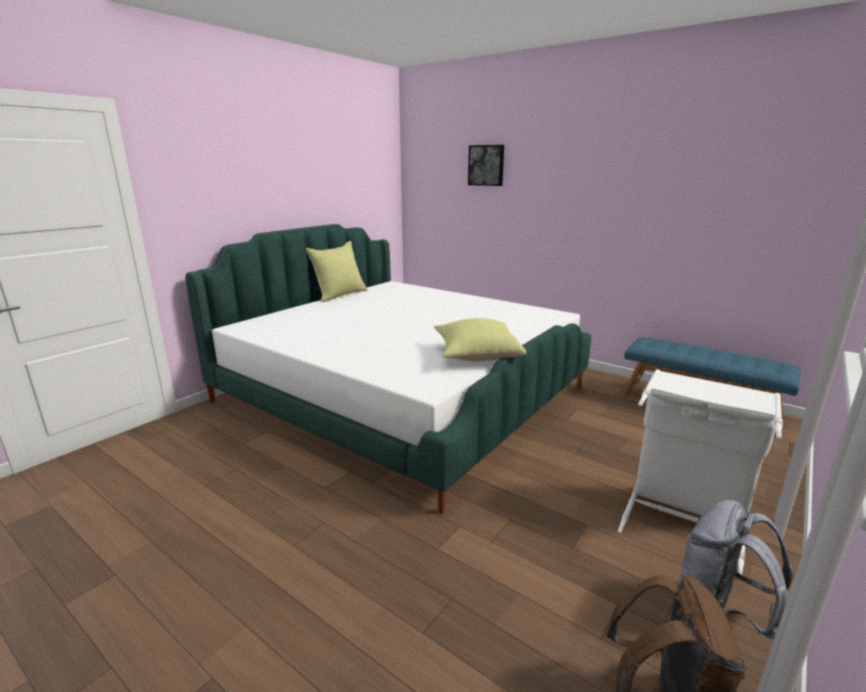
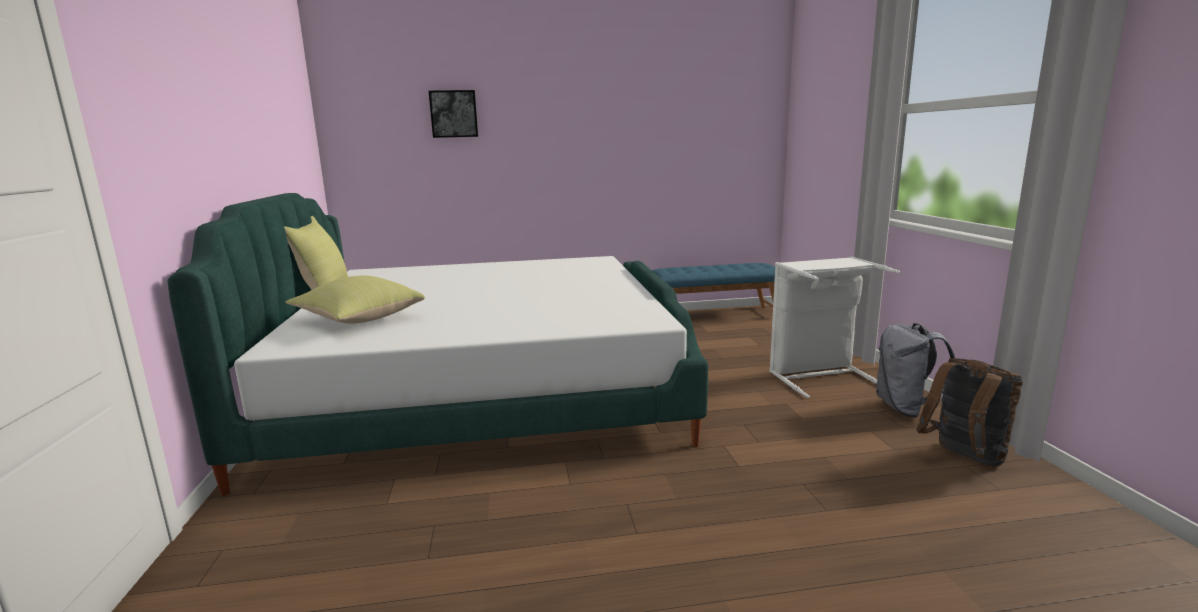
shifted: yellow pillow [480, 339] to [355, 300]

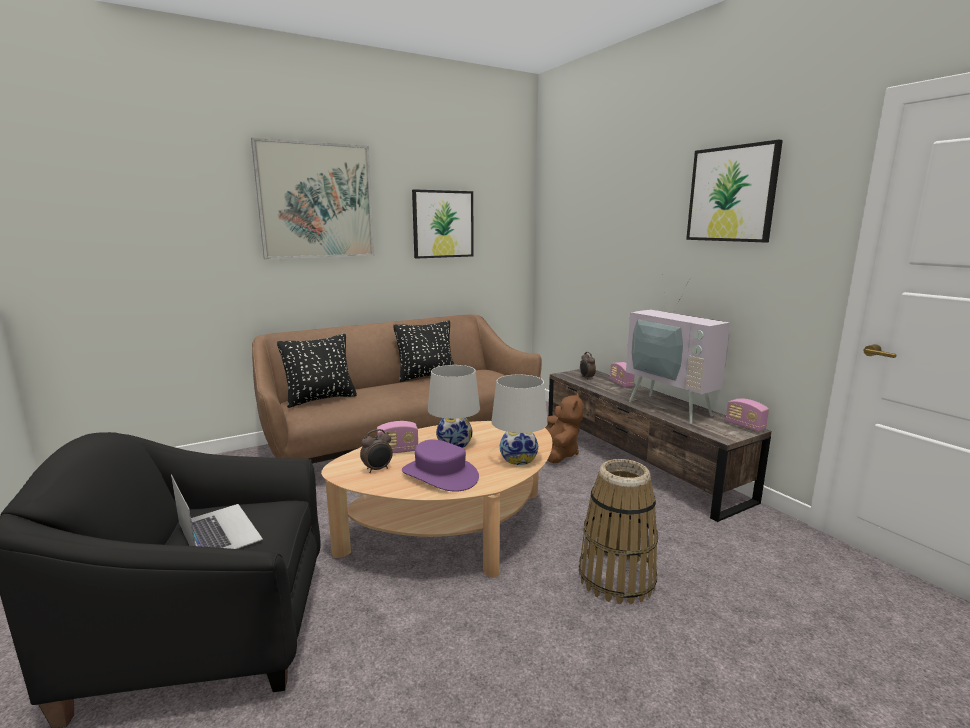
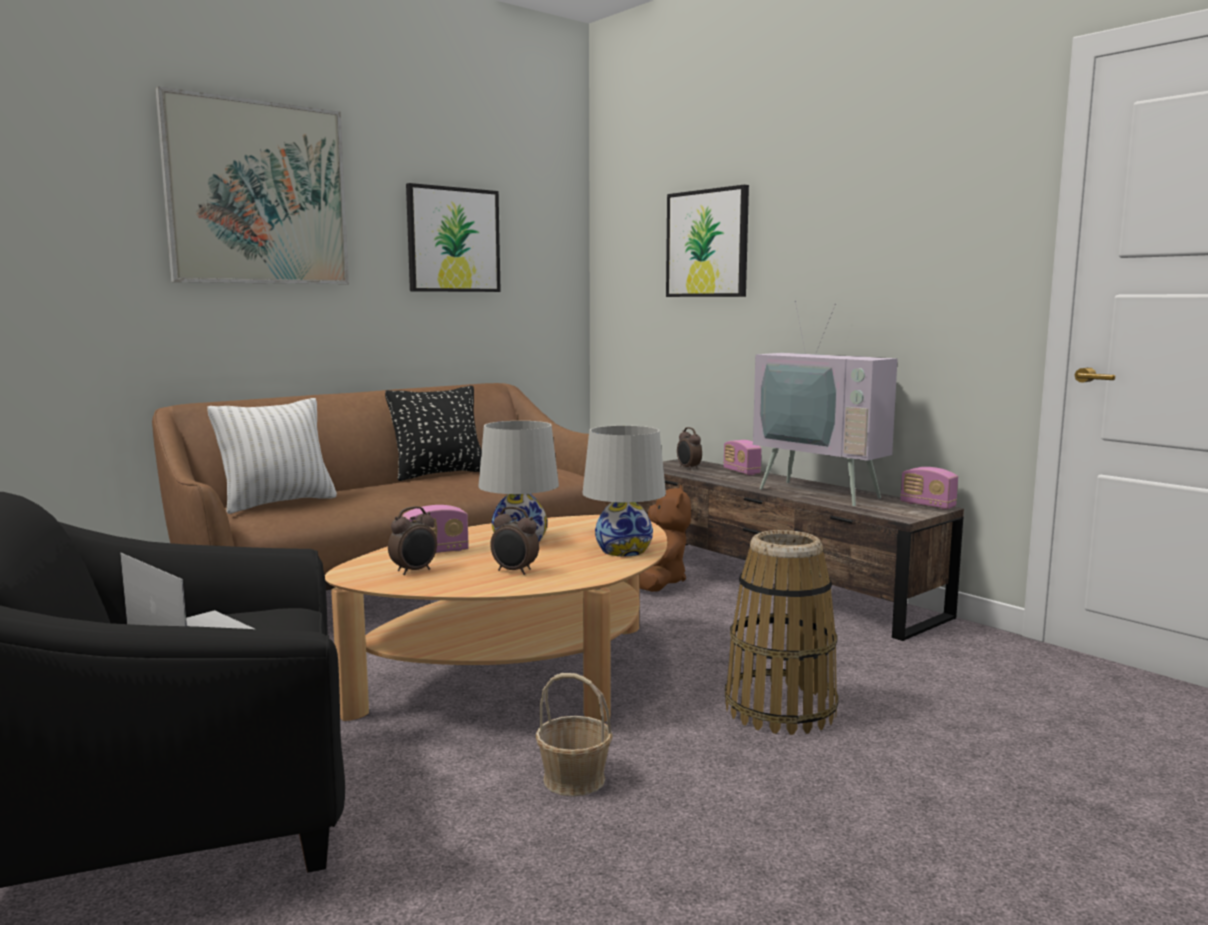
new: basket [574, 734]
shifted: picture [734, 191] to [707, 241]
swapped: purple hat [440, 465] to alarm clock [514, 541]
repainted: black pillow [317, 371] to white pillow [272, 456]

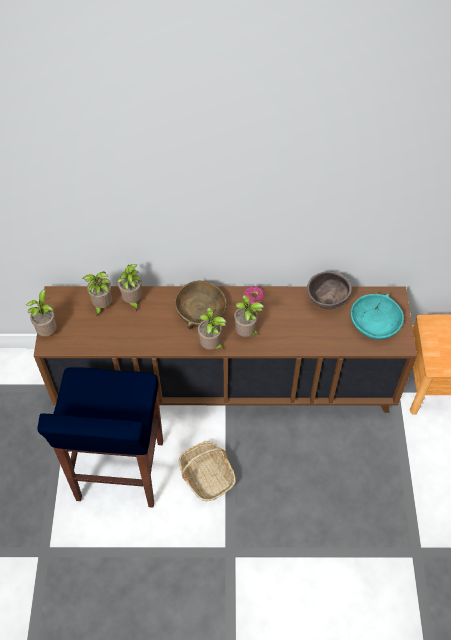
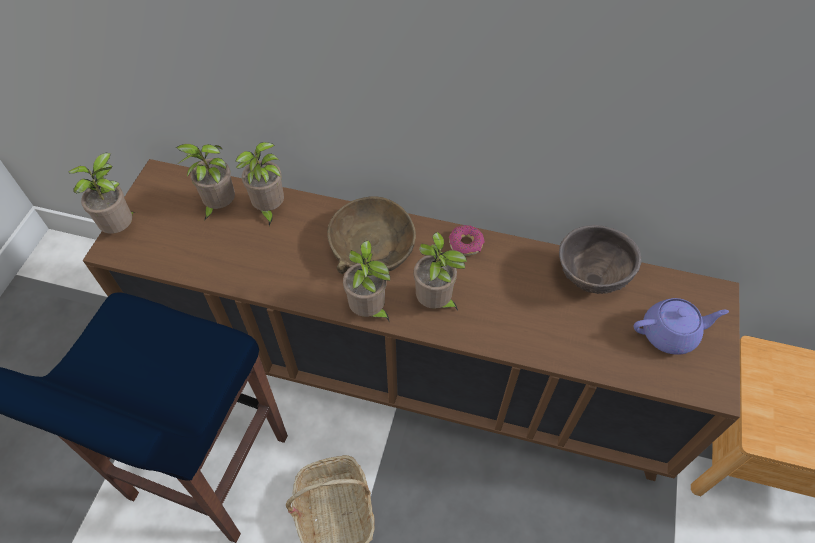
swapped: turquoise bowl [377, 317] to purple teapot [681, 326]

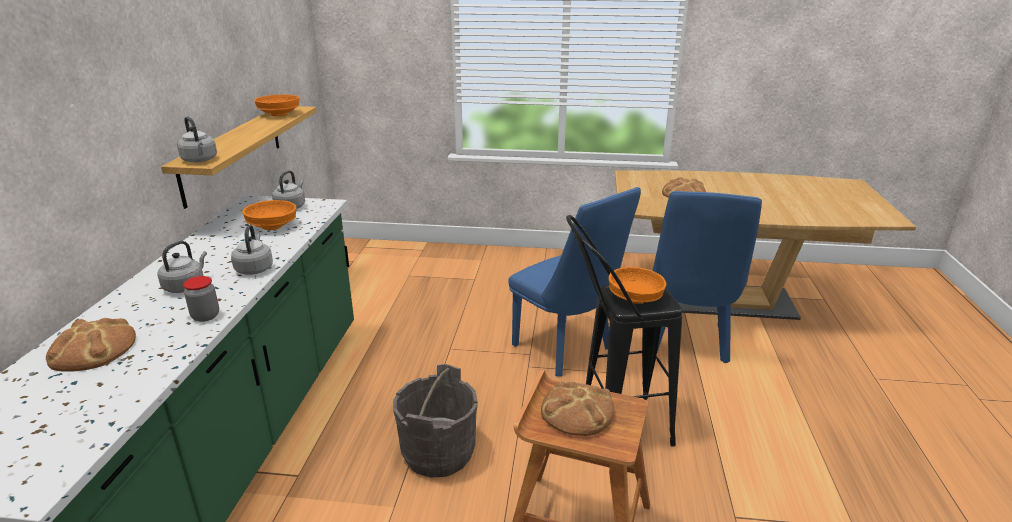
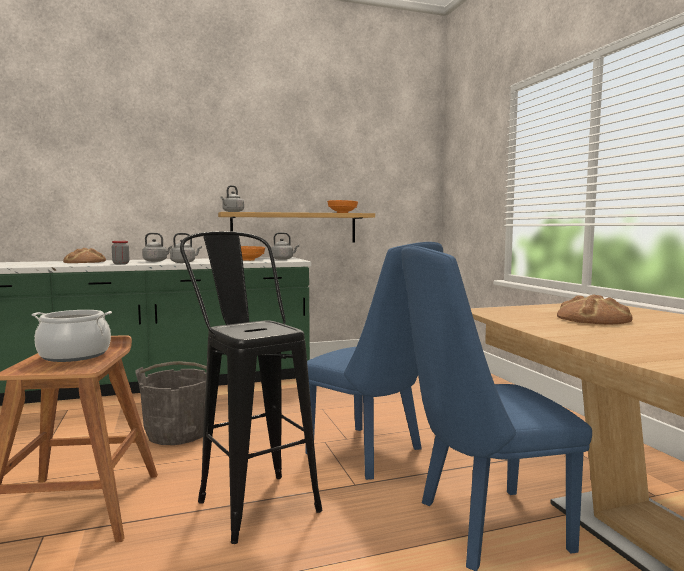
gone: orange bowl [638, 285]
swapped: bread [577, 408] to cooking pot [72, 336]
rotated: blue chair [575, 281] = [374, 361] 75 degrees counterclockwise

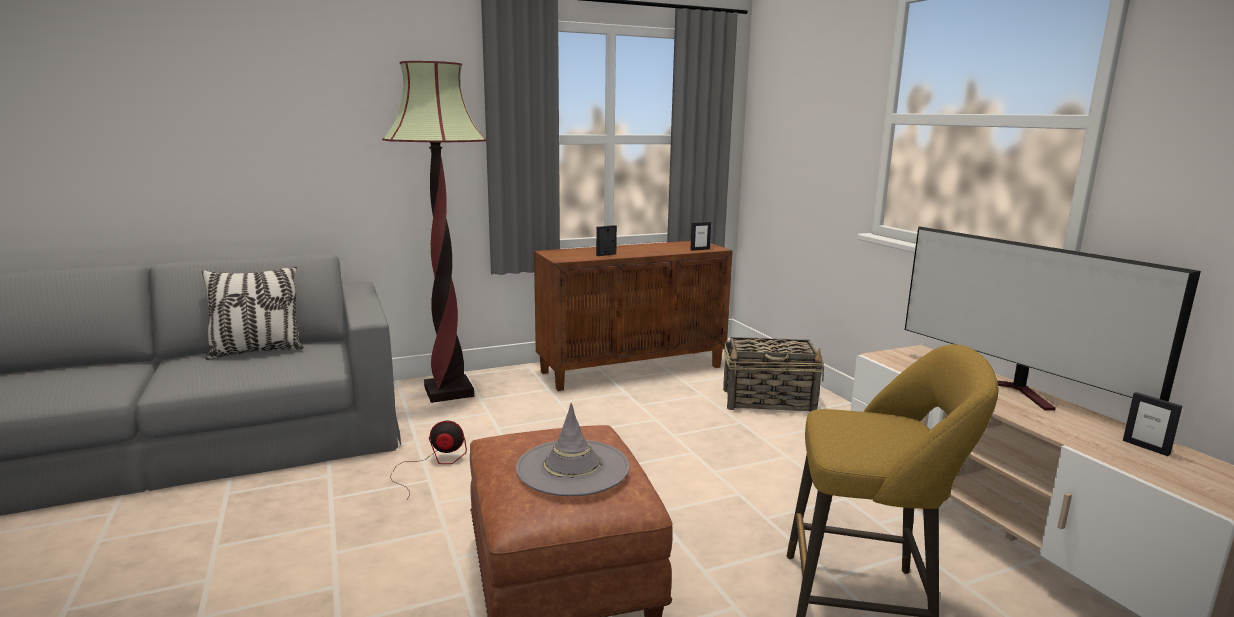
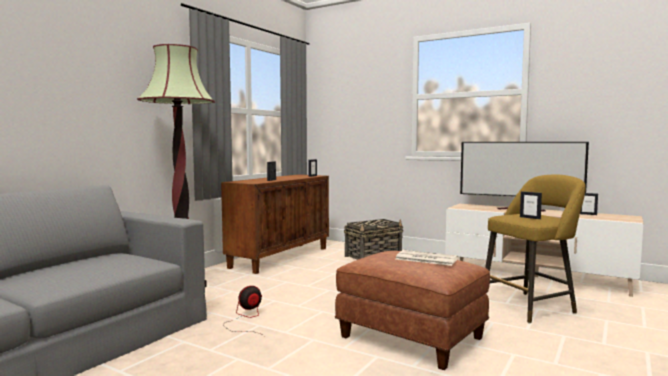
gone: pillow [253, 313]
new: picture frame [531, 205]
swapped: grey hat [572, 449] to newspaper [427, 258]

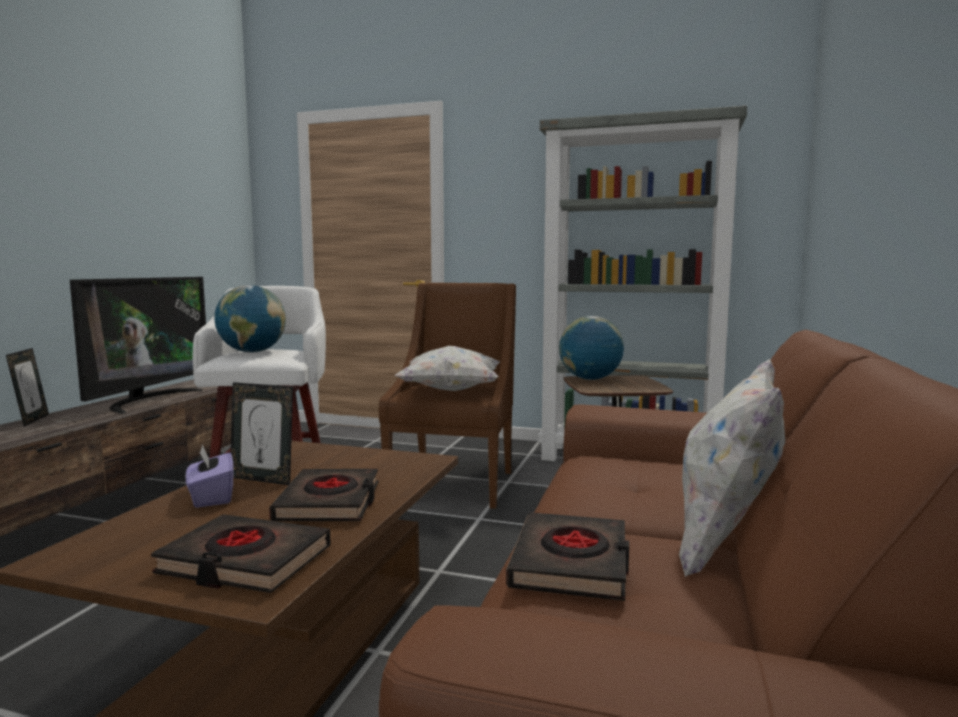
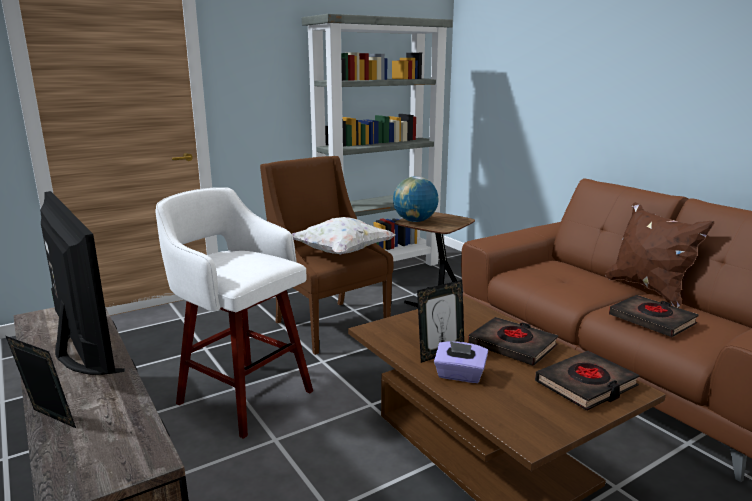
gone: globe [250, 319]
repainted: white pillow [732, 467] to brown pillow [660, 255]

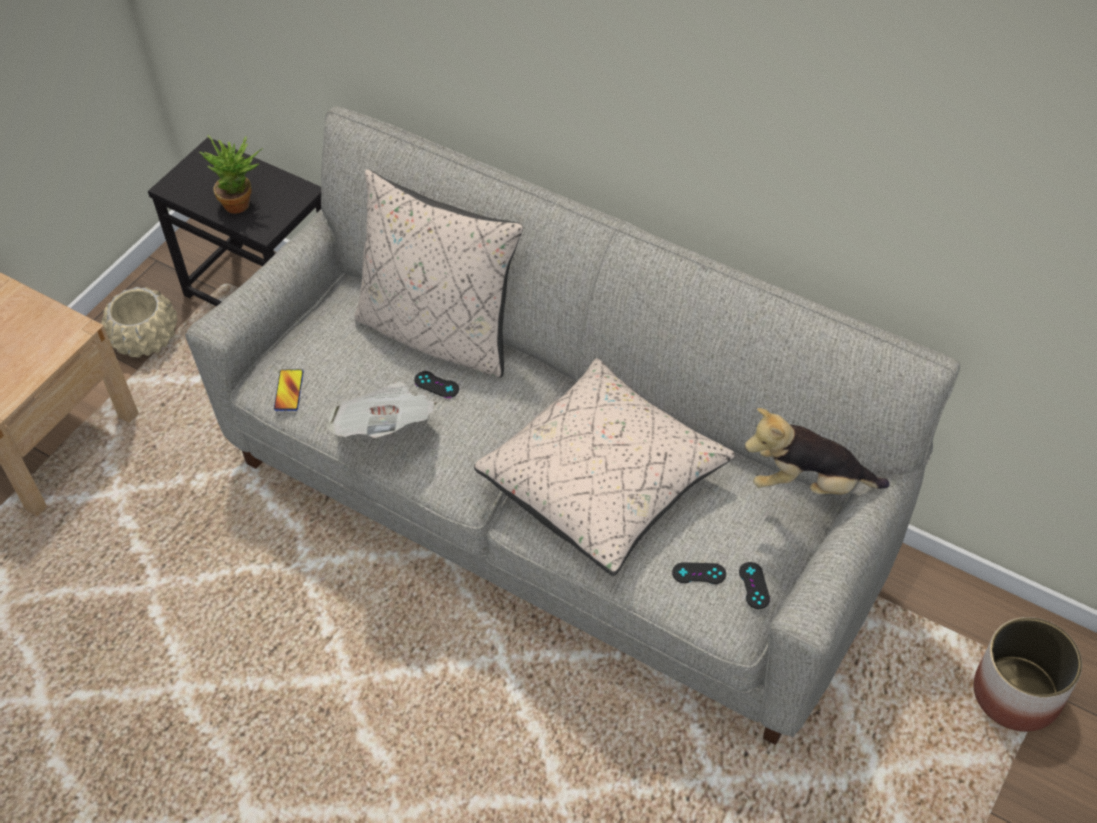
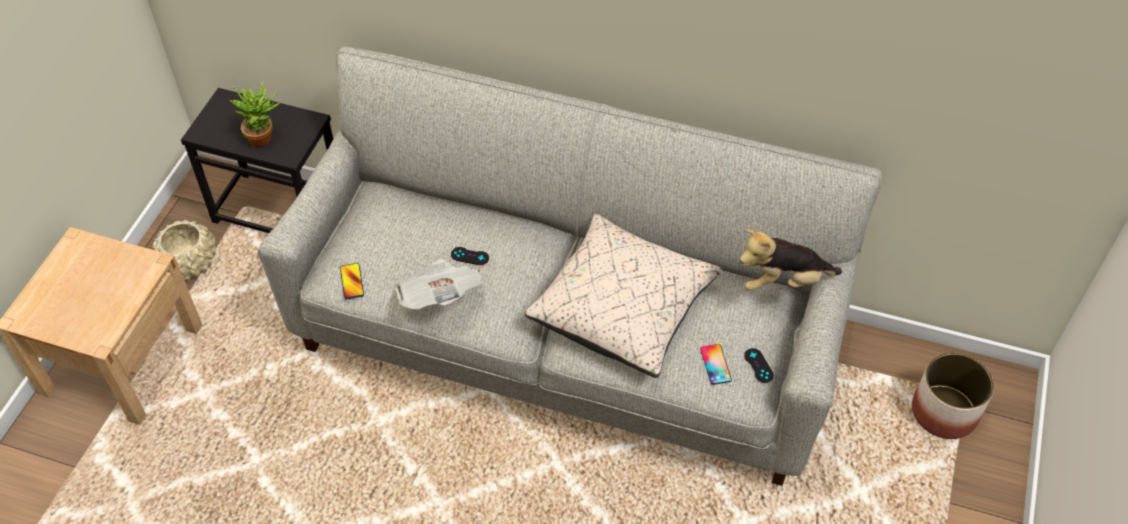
gone: beige pillow [438, 273]
swapped: black game controller [699, 573] to phone [716, 364]

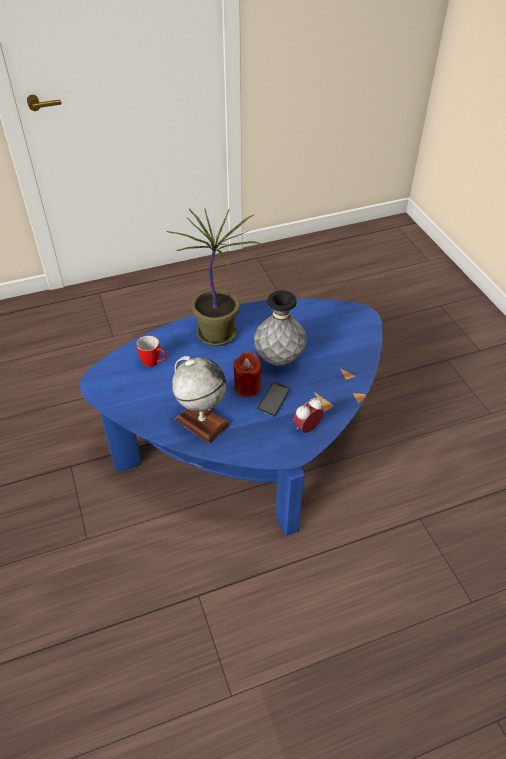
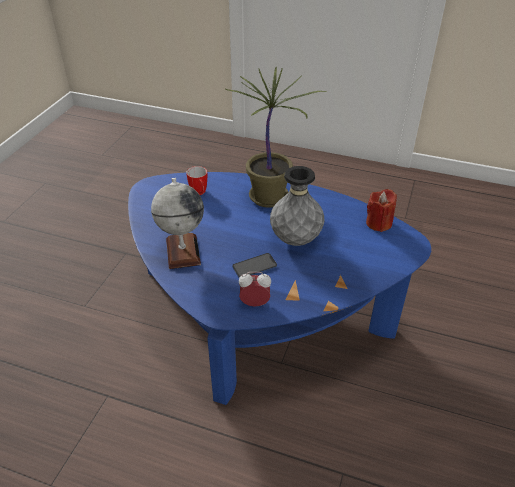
shifted: red candle [247, 374] to [381, 210]

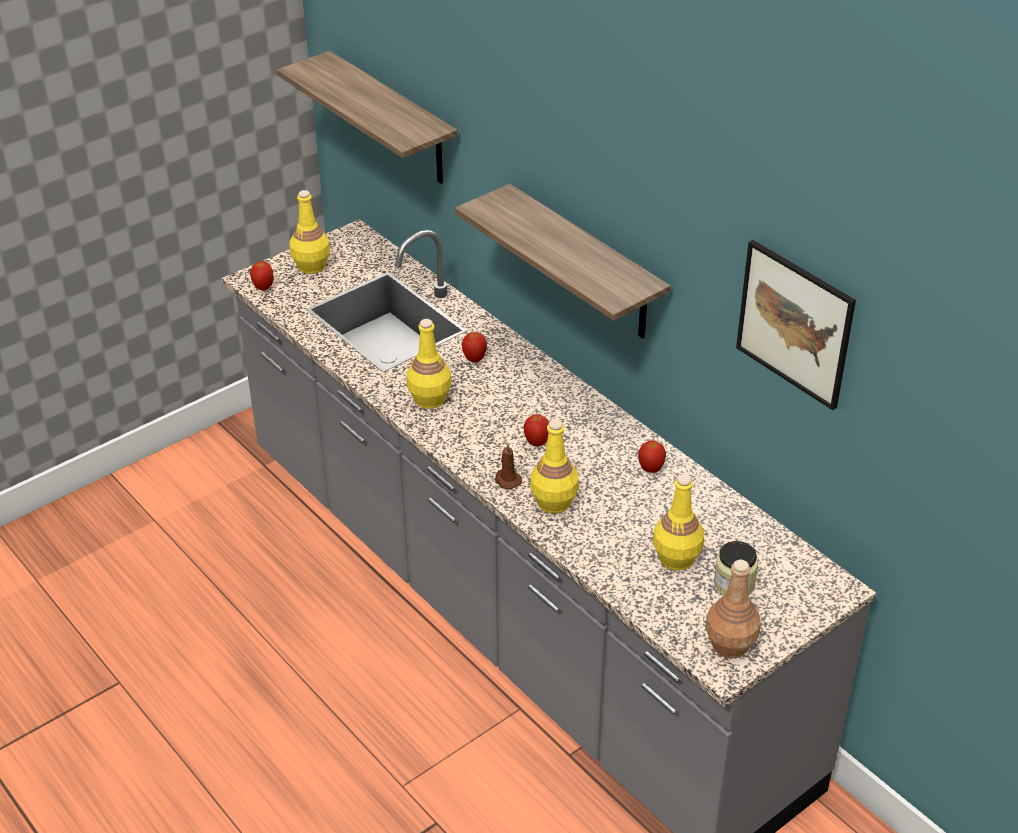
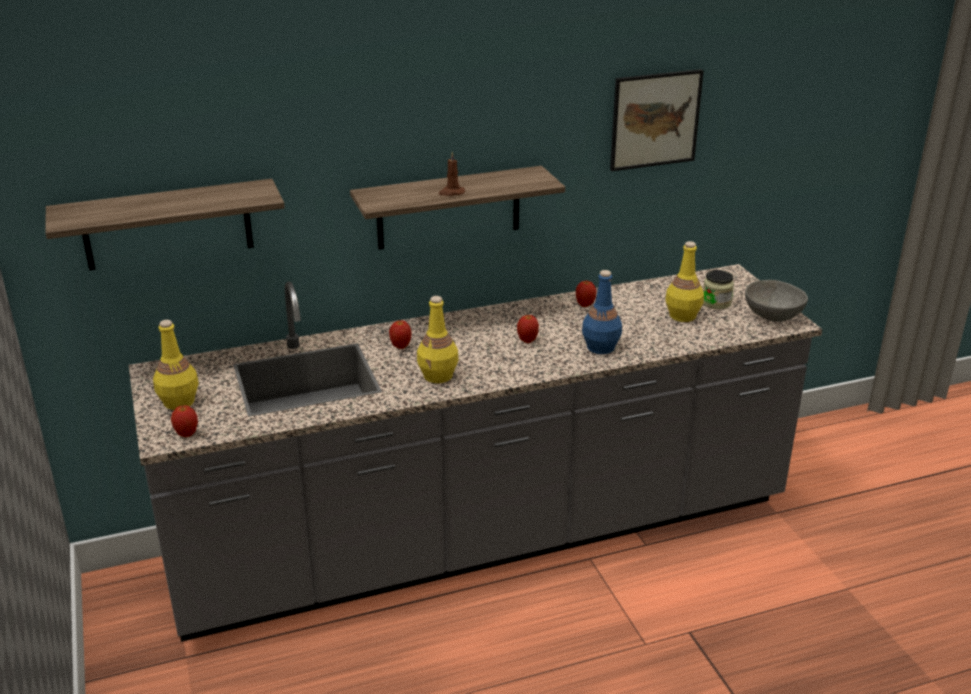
shifted: brown candle [508, 466] to [452, 174]
swapped: brown bottle [733, 609] to grey bowl [776, 301]
repainted: yellow bottle [554, 466] to blue bottle [602, 312]

